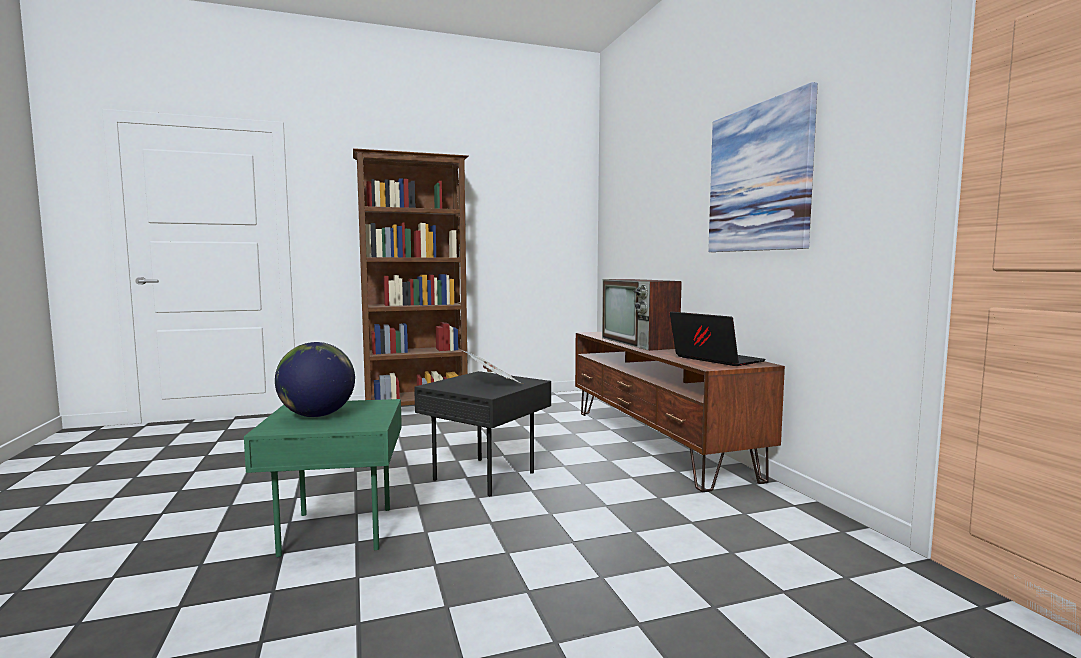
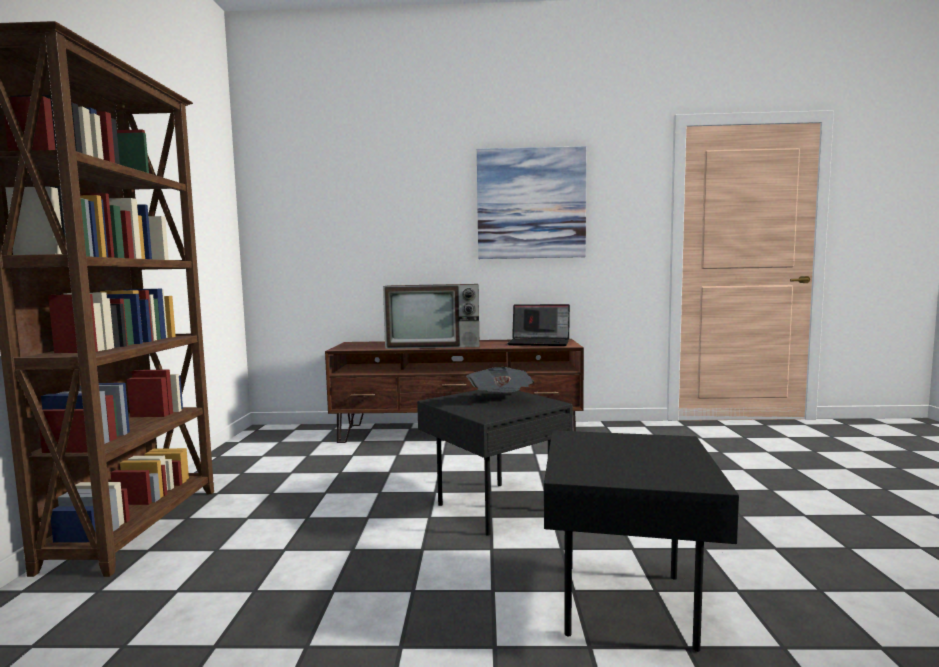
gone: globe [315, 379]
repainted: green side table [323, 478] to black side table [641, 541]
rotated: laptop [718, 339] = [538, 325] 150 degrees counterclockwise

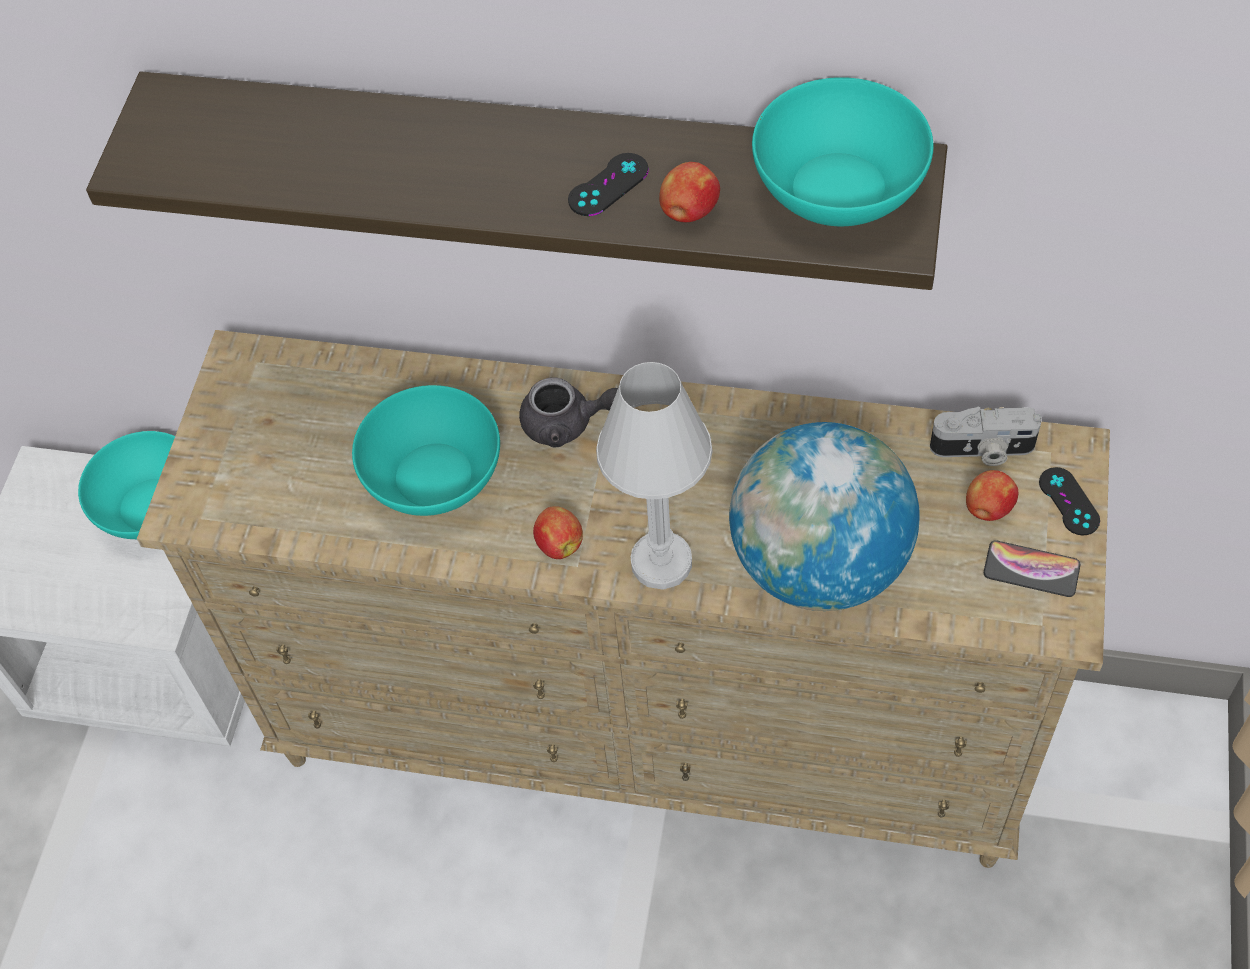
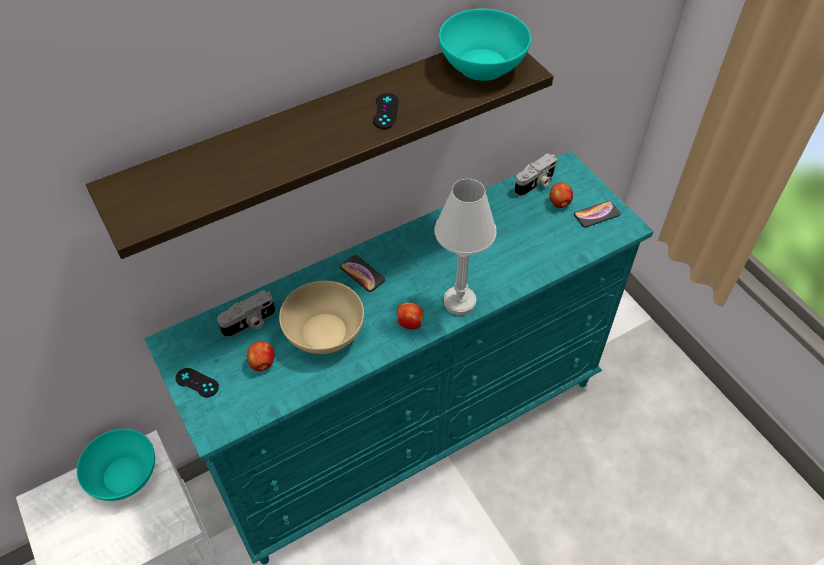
gone: globe [824, 516]
new: photo camera [246, 313]
shifted: apple [689, 192] to [261, 356]; black game controller [1069, 501] to [197, 382]
swapped: grey teapot [568, 412] to phone [362, 273]
repainted: beige dresser [623, 599] to turquoise dresser [399, 358]; turquoise bowl [426, 450] to beige bowl [321, 317]

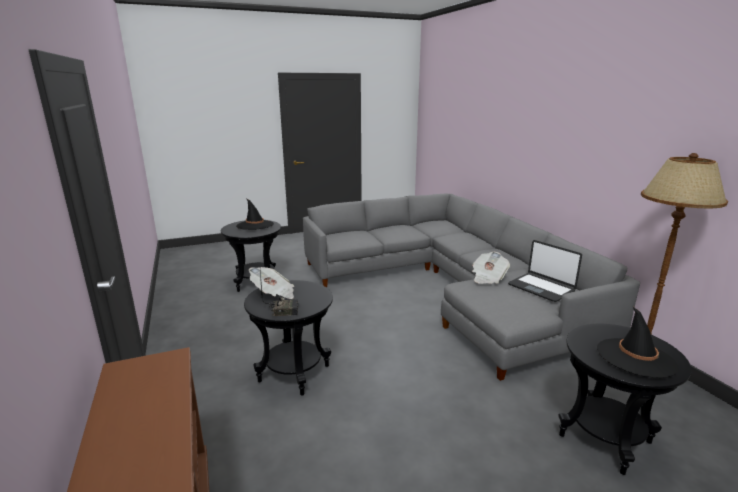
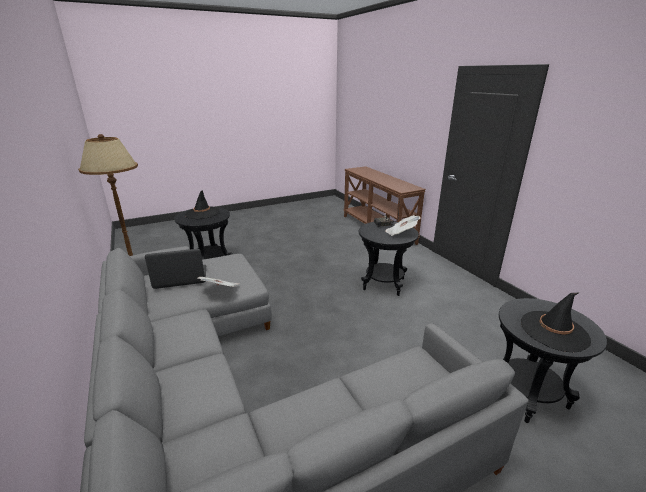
rotated: laptop [545, 271] = [175, 269] 60 degrees counterclockwise

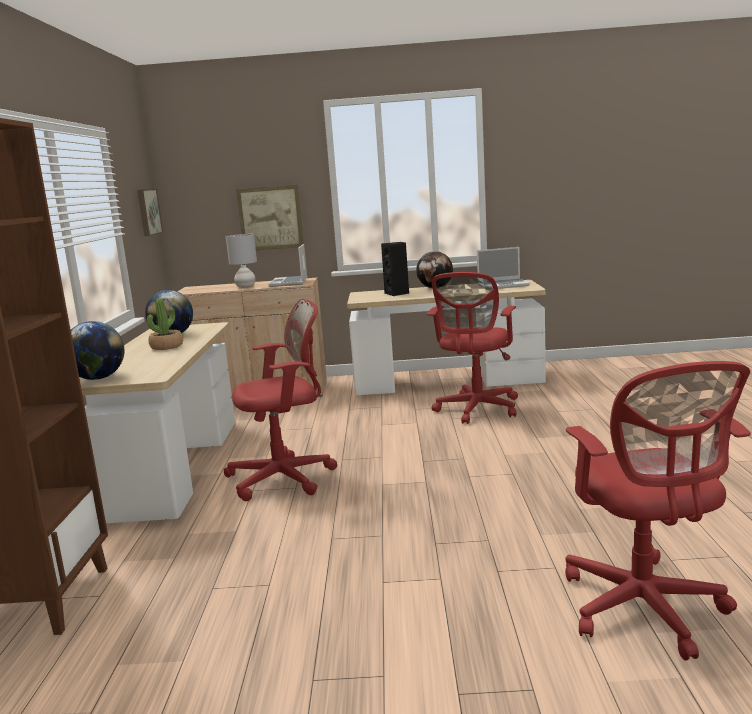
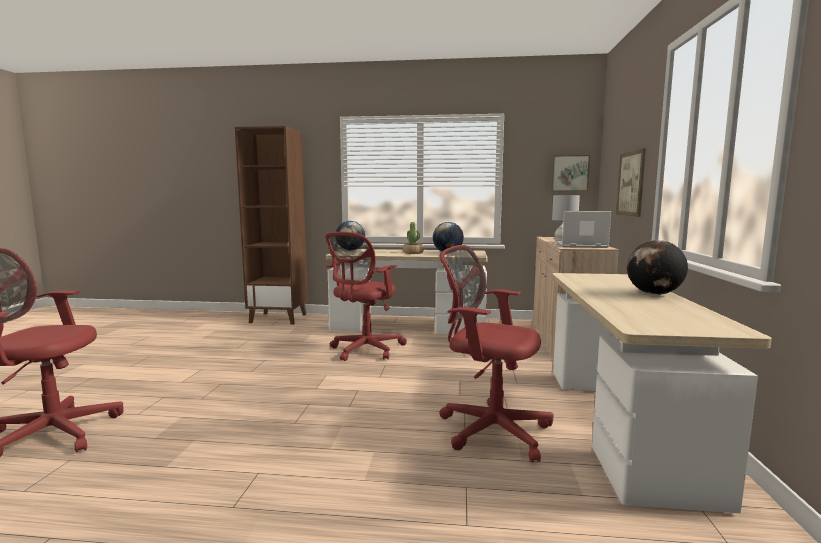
gone: black speaker [395, 269]; laptop [503, 268]
rotated: red office chair [280, 399] = [366, 296] 45 degrees clockwise

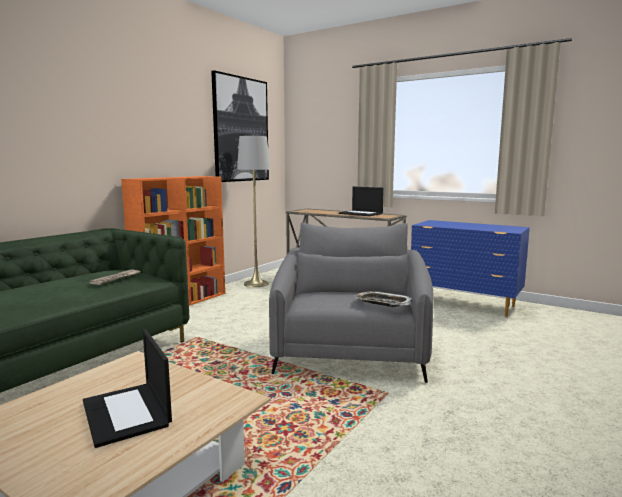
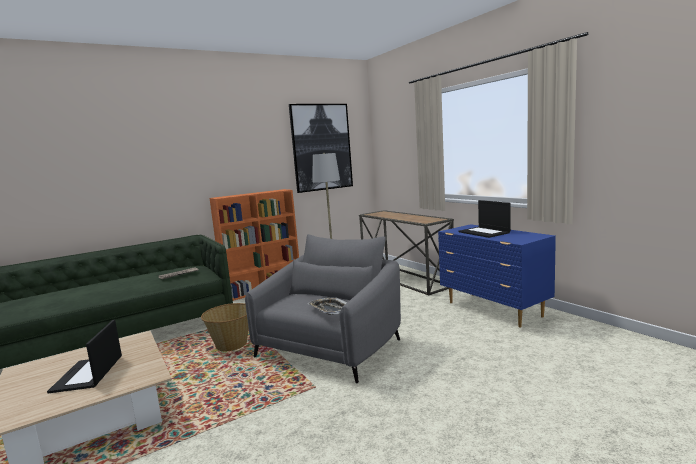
new: basket [225, 327]
shifted: laptop [361, 201] to [484, 219]

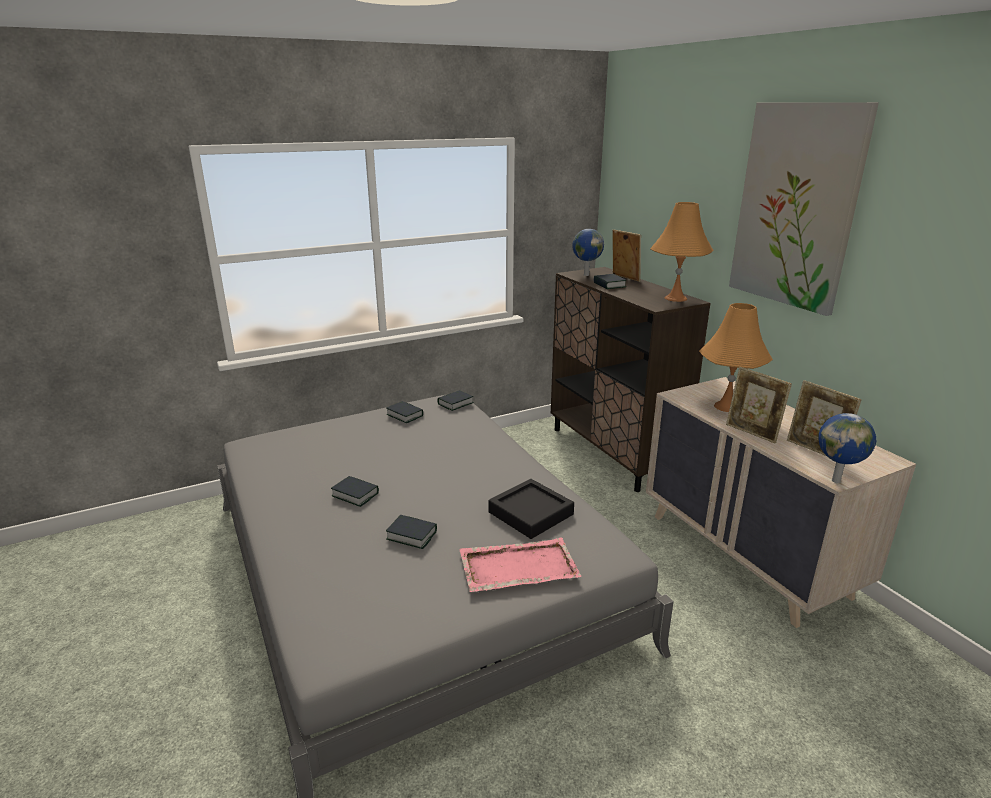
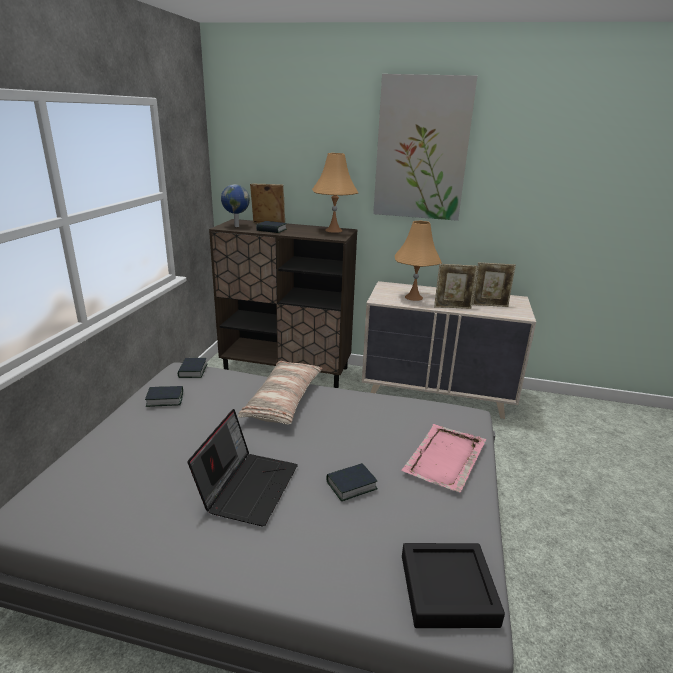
gone: globe [847, 448]
new: pillow [280, 393]
shifted: black tray [531, 509] to [453, 585]
swapped: book [355, 491] to laptop [243, 467]

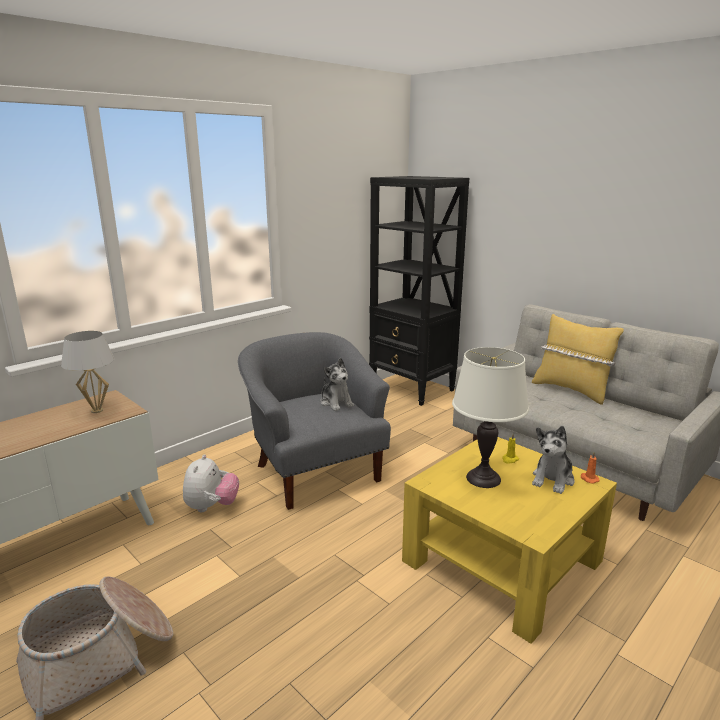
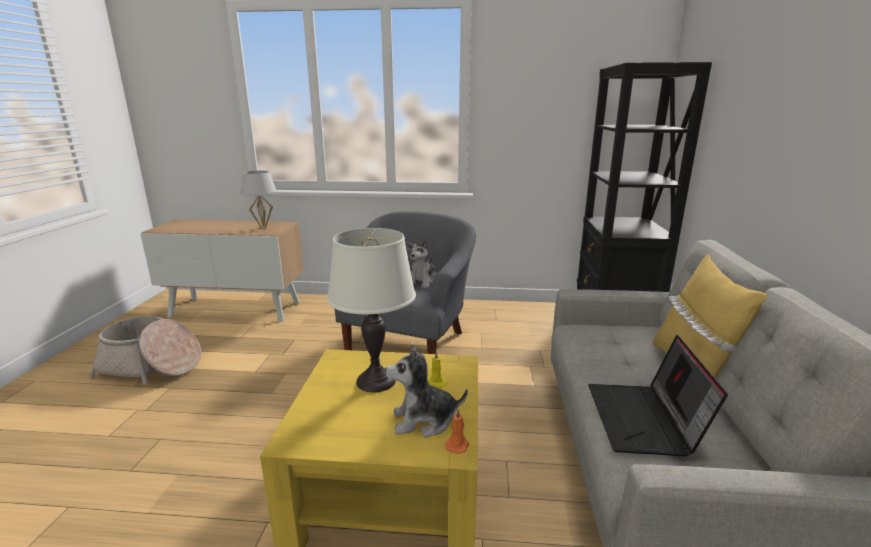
gone: plush toy [211, 483]
new: laptop [658, 395]

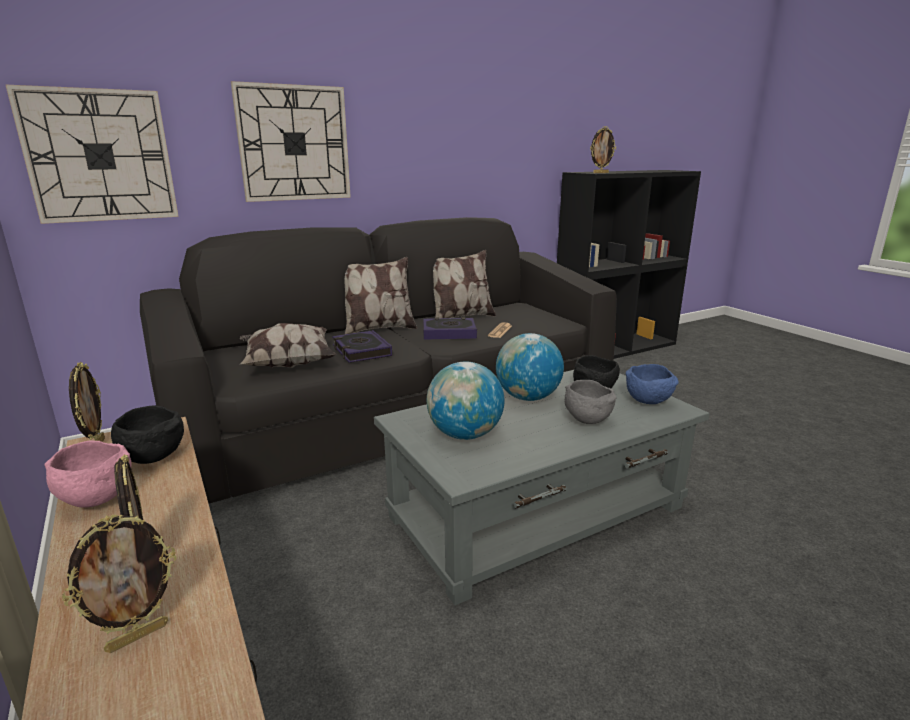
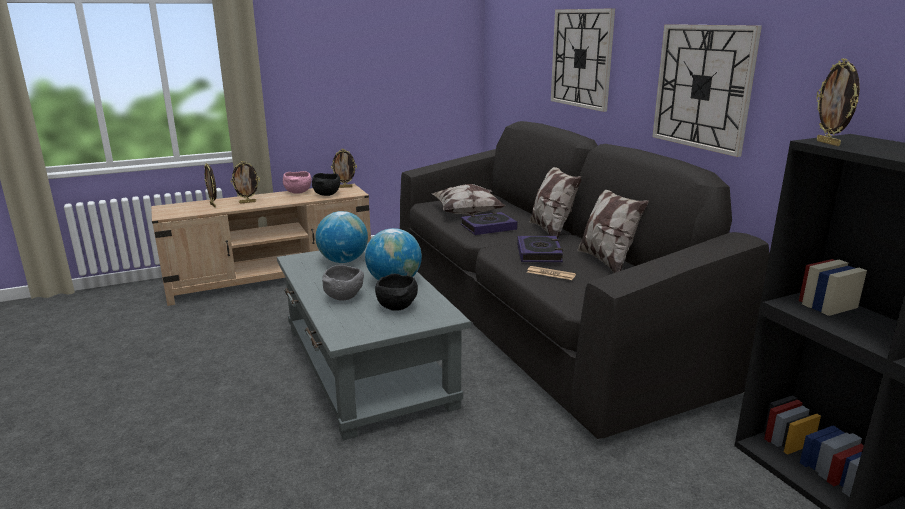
gone: blue bowl [652, 384]
shifted: wall clock [92, 154] to [707, 90]

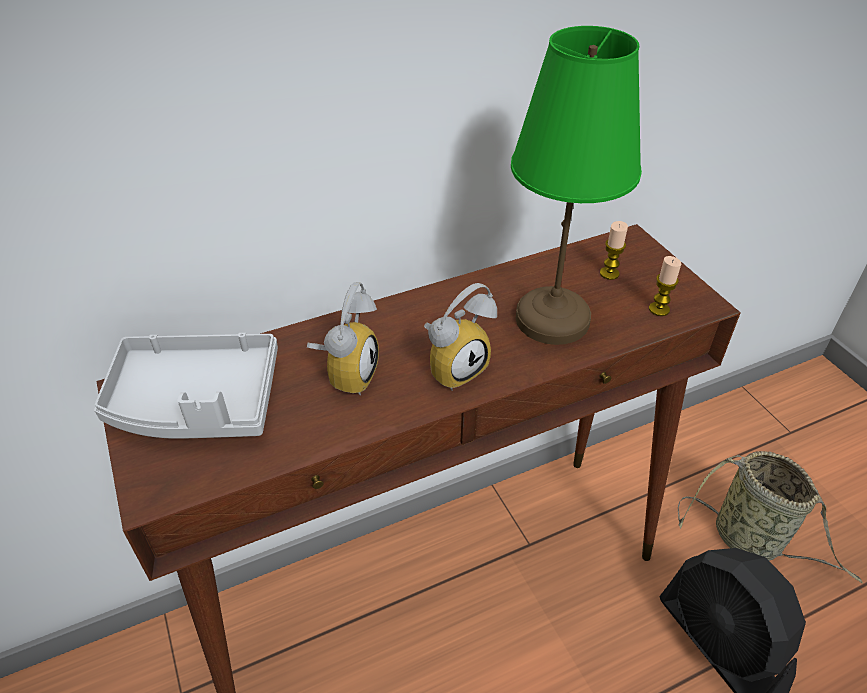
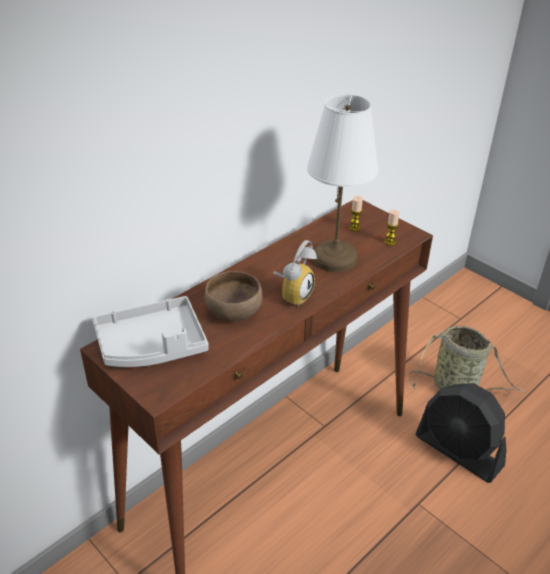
swapped: alarm clock [343, 338] to brown bowl [234, 296]
repainted: green table lamp [576, 185] to white table lamp [343, 183]

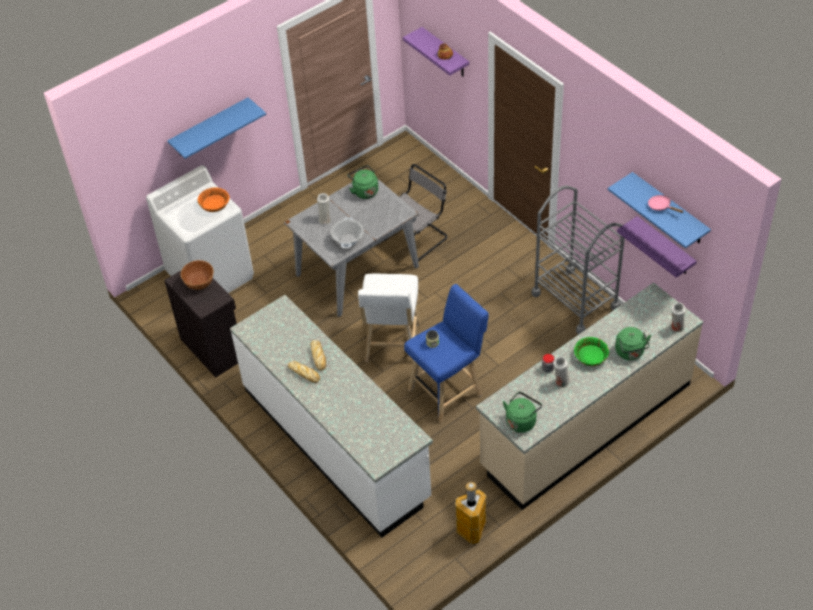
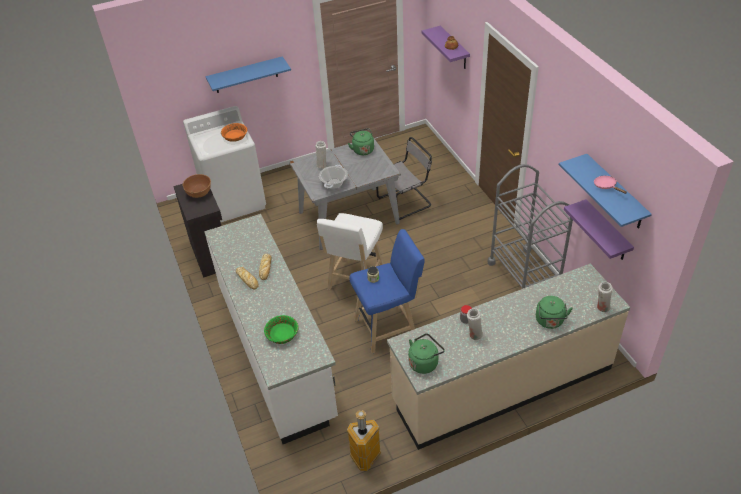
shifted: green bowl [591, 351] to [281, 329]

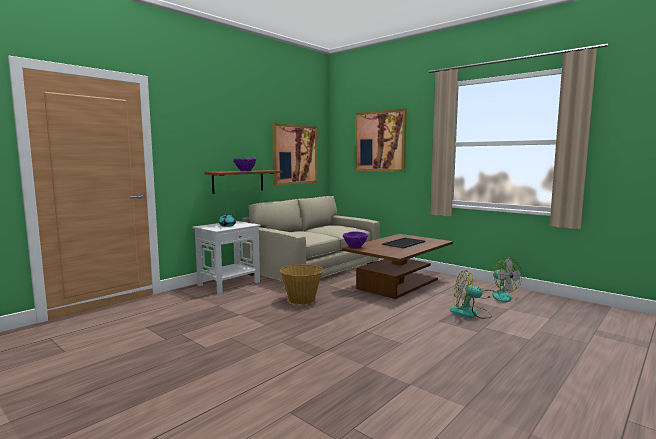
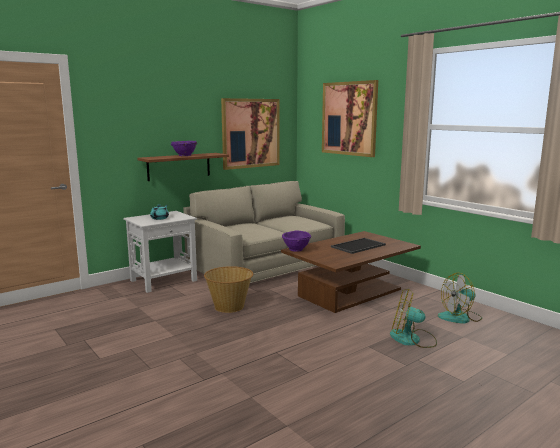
rotated: fan [500, 280] = [460, 298] 90 degrees clockwise

